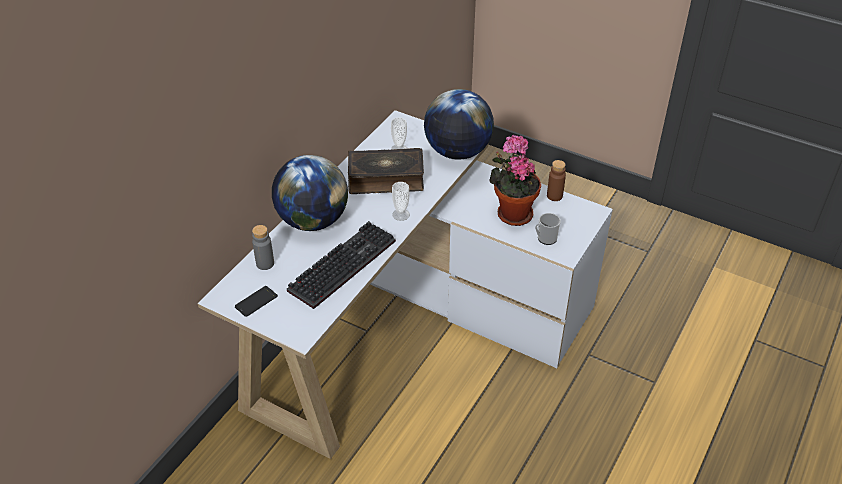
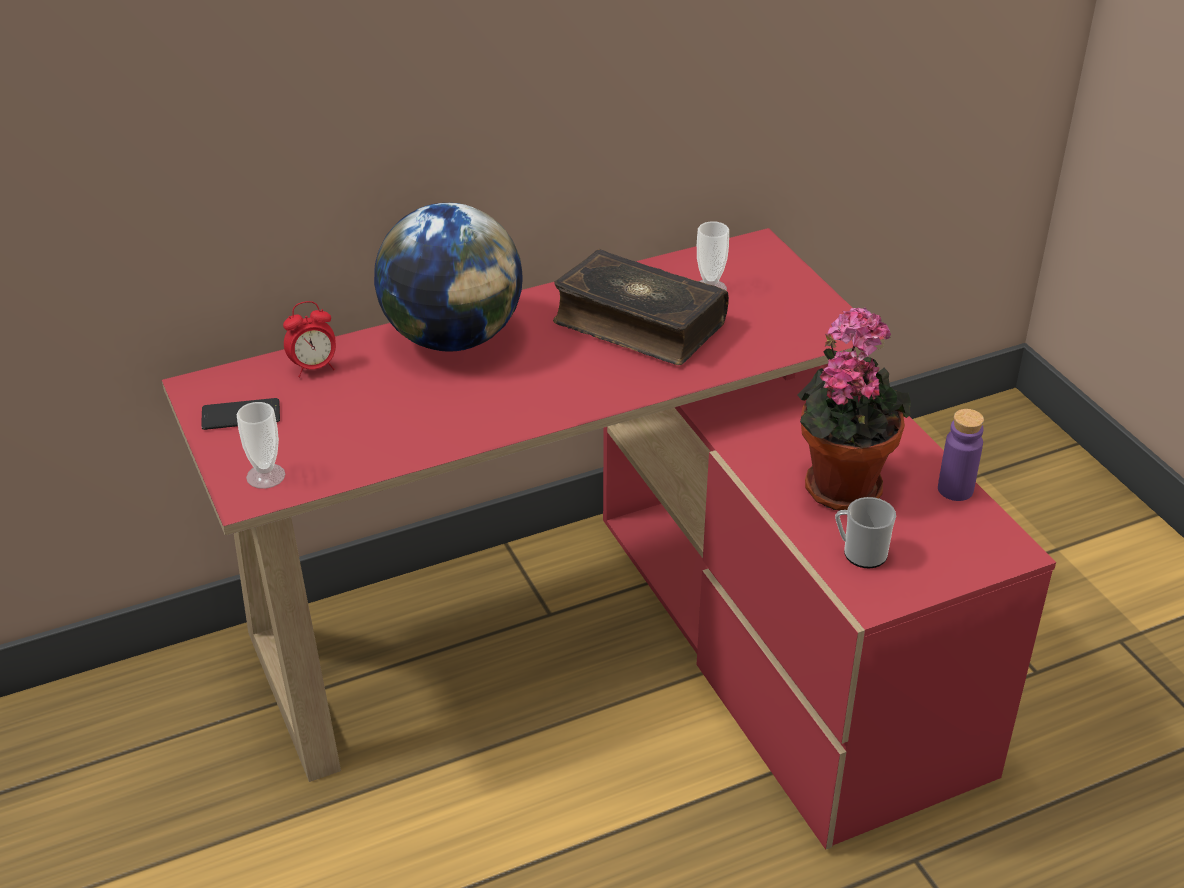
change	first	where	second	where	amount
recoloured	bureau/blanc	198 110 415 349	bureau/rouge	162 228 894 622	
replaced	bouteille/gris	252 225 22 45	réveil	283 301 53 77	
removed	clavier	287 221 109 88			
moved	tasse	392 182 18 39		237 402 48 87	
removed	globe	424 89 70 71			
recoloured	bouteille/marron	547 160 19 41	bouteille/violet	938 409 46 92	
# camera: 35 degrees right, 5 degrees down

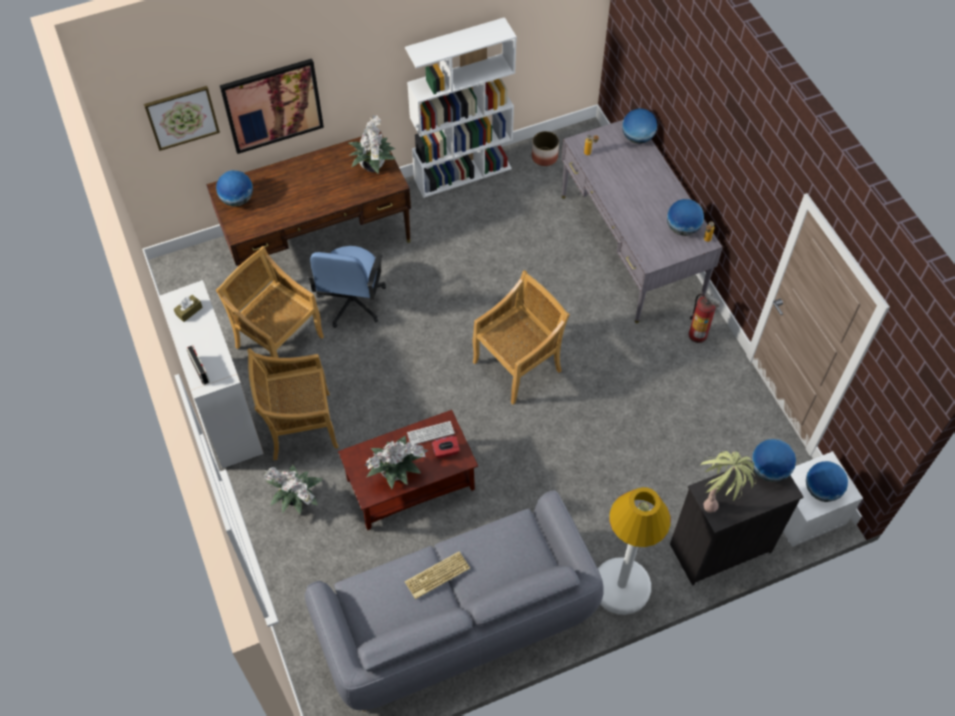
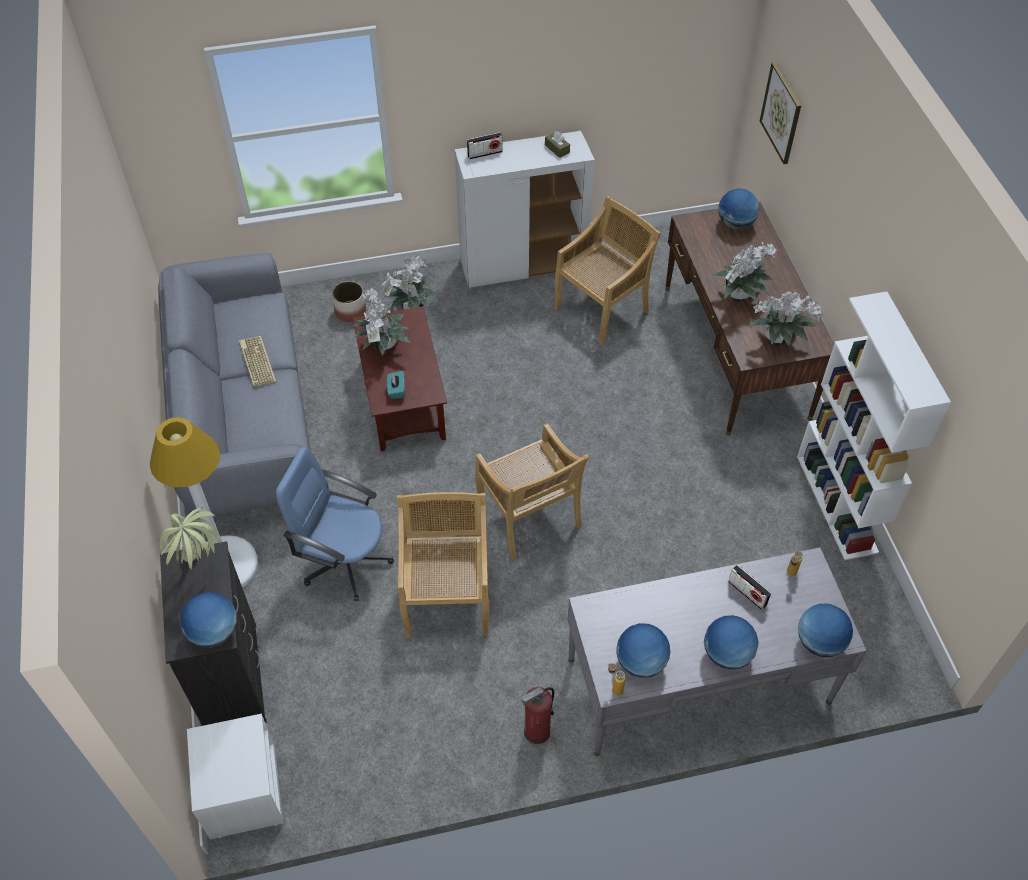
change	first	where	second	where	amount
removed	tableau	220 59 104 95			
moved	chaise/beige	247 348 91 112		397 492 92 146	
moved	chaise de bureau/bleu	307 246 79 82		276 447 118 154	
removed	clavier	407 421 48 23			
recoloured	boîte à mouchoirs/rouge	432 436 28 22	boîte à mouchoirs/turquoise	387 371 18 28	
moved	cache-pot	532 131 27 35		332 281 34 41	
moved	globe	806 461 42 41		704 615 54 55	
added			plante en pot	711 242 65 60	
added			radio	728 565 43 45	
# camera: 100 degrees right, 5 degrees down

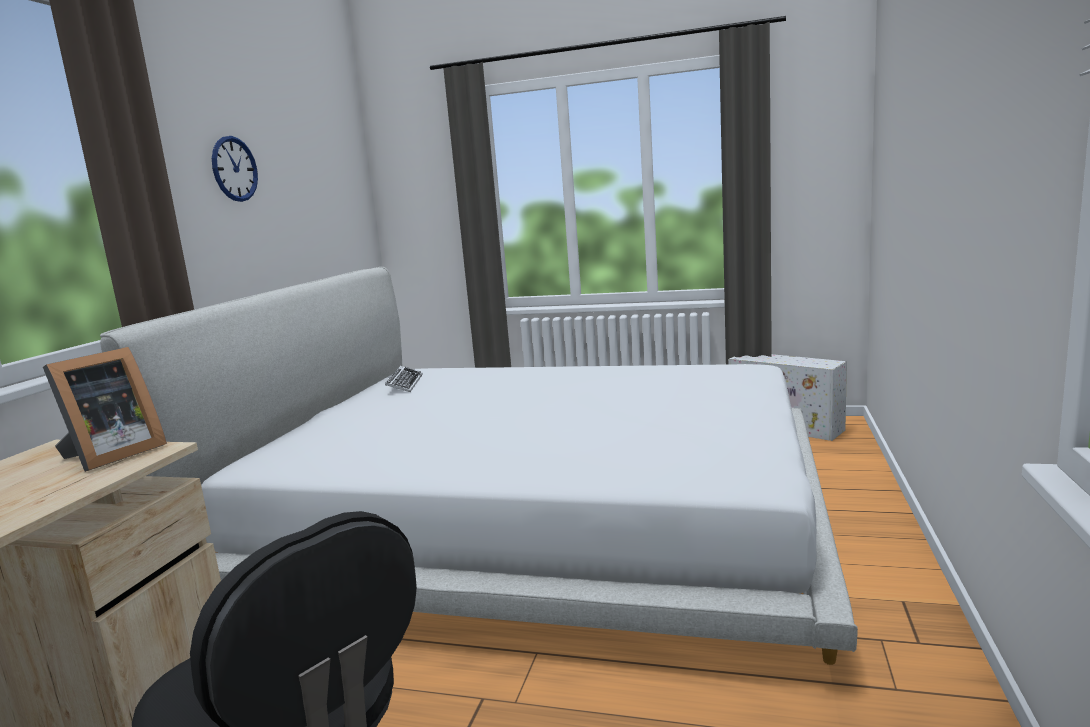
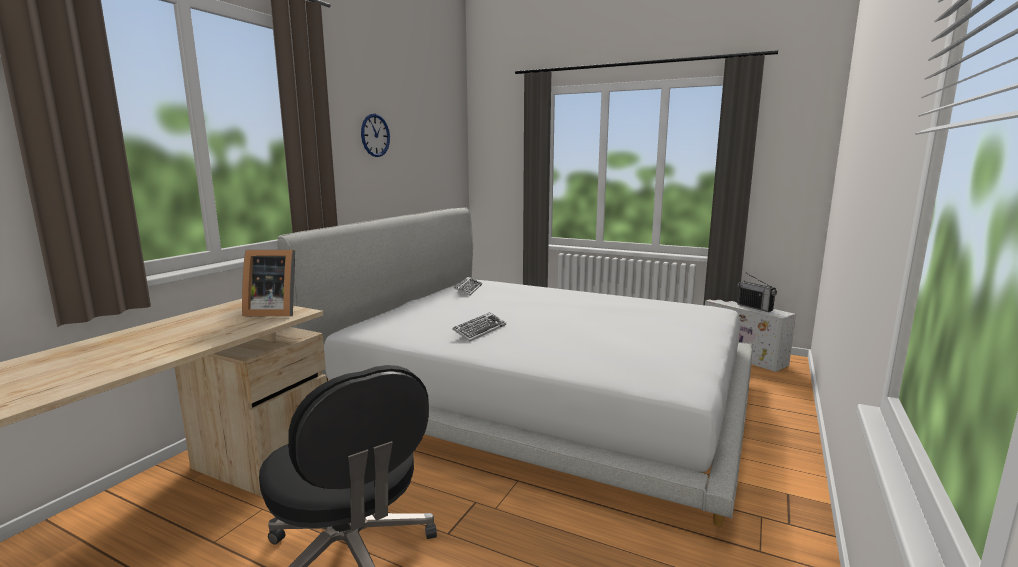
change	first	where	second	where	amount
turned	cadre photo	43 347 124 125		242 250 53 66	45 degrees clockwise
added			clavier	453 312 53 29	
added			radio	737 273 40 39	
# camera: 10 degrees right, 0 degrees up

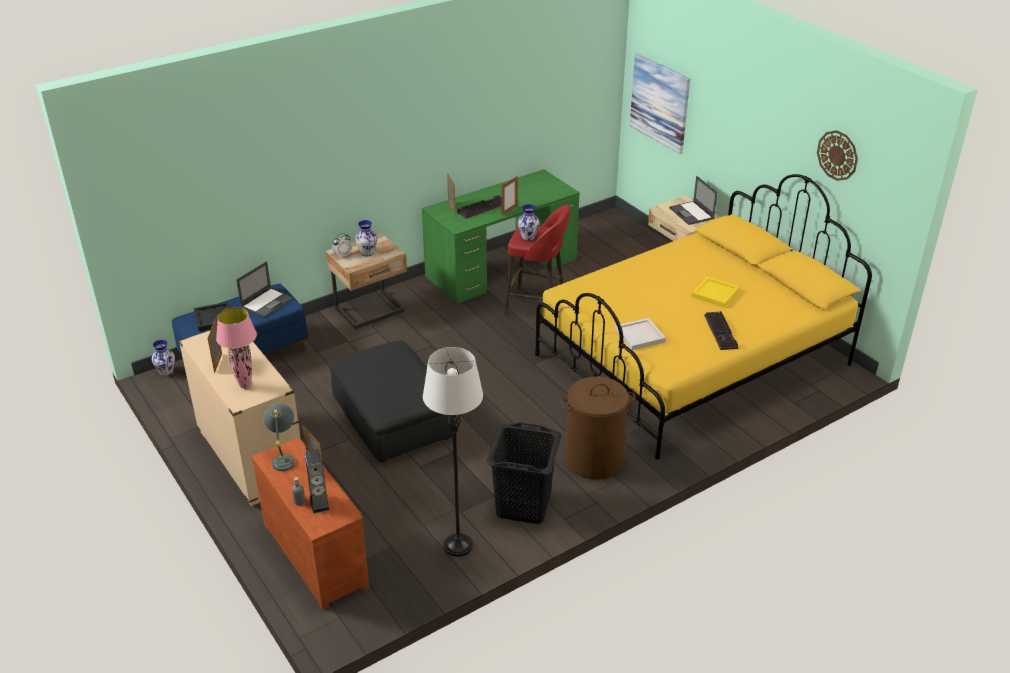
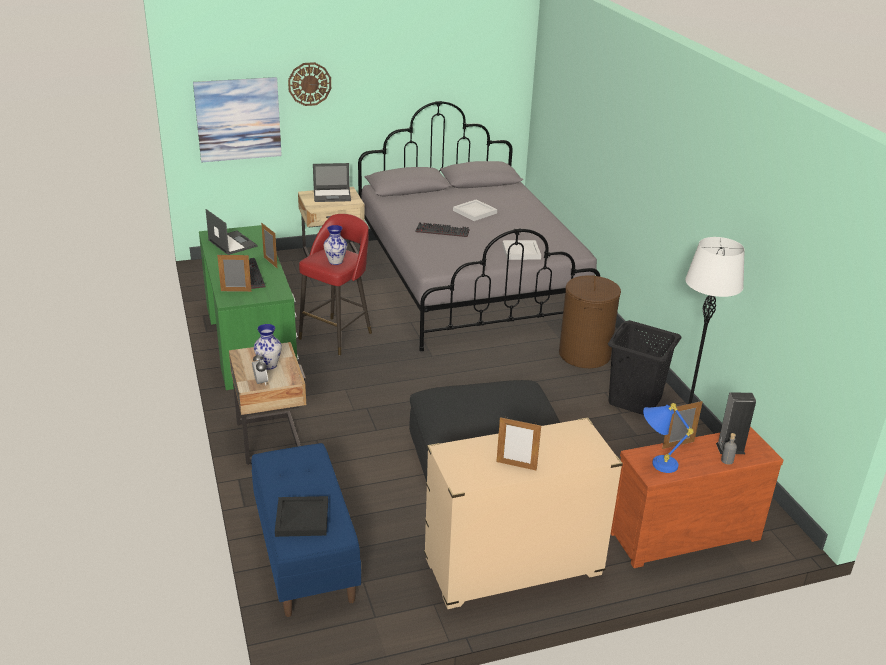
change	first	where	second	where	amount
removed	vase	152 340 23 36			
removed	lampe de table/rose	216 307 41 82			
moved	ordinateur portable	236 261 57 57		206 209 52 46	
recoloured	lampe de table/gris	263 403 32 68	lampe de table/bleu	643 403 51 70	
recoloured	lit/jaune	535 174 337 286	lit/gris	358 101 242 250	
recoloured	plateau/jaune	692 277 47 31	plateau/blanc	453 199 44 22	
moved	clavier	704 311 35 39		416 222 54 15	
moved	horloge murale	817 130 41 51		288 62 43 44	
# camera: 75 degrees left, 5 degrees down

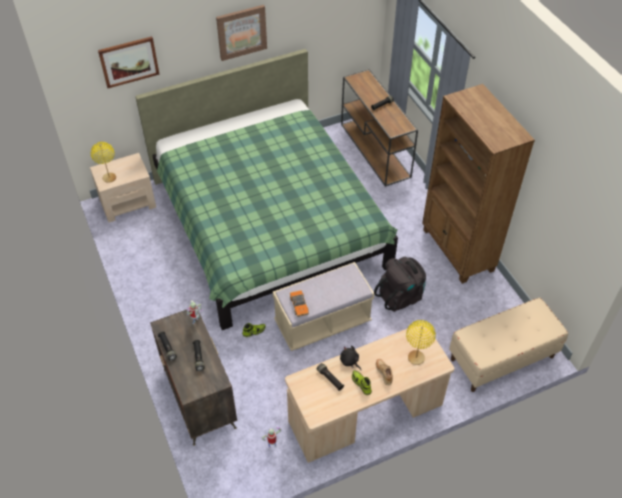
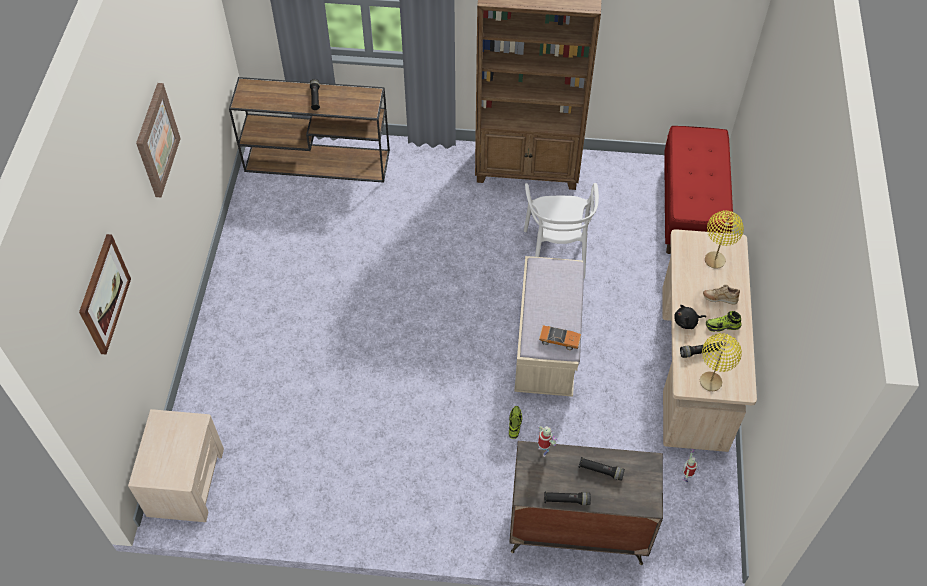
change	first	where	second	where	amount
moved	lampe de table/jaune	91 142 25 41		700 333 42 58	
removed	lit/vert	135 49 263 281			
replaced	sac à dos/noir	374 256 52 56	chaise/blanc	524 183 75 96	
recoloured	banc/beige	449 298 119 94	banc/rouge	664 126 69 128	
# camera: 60 degrees left, 5 degrees up

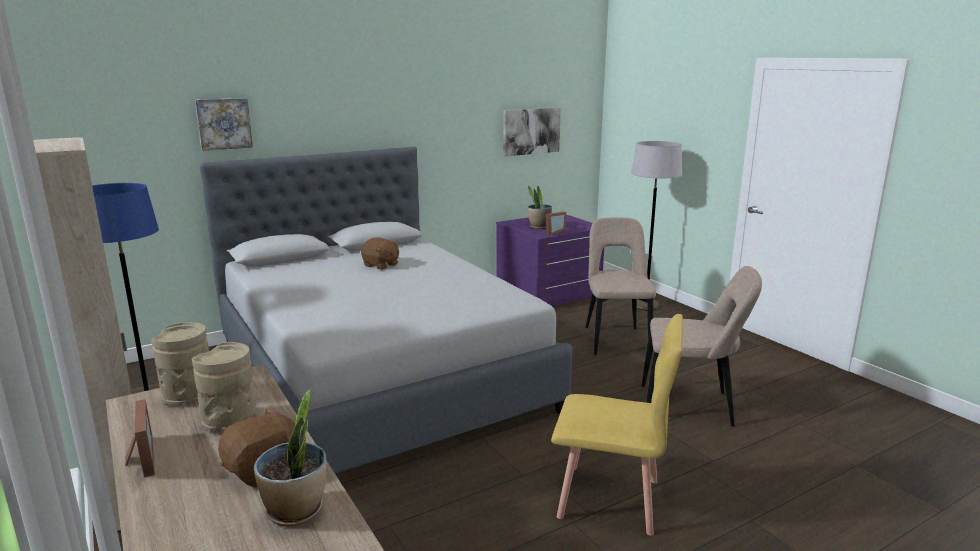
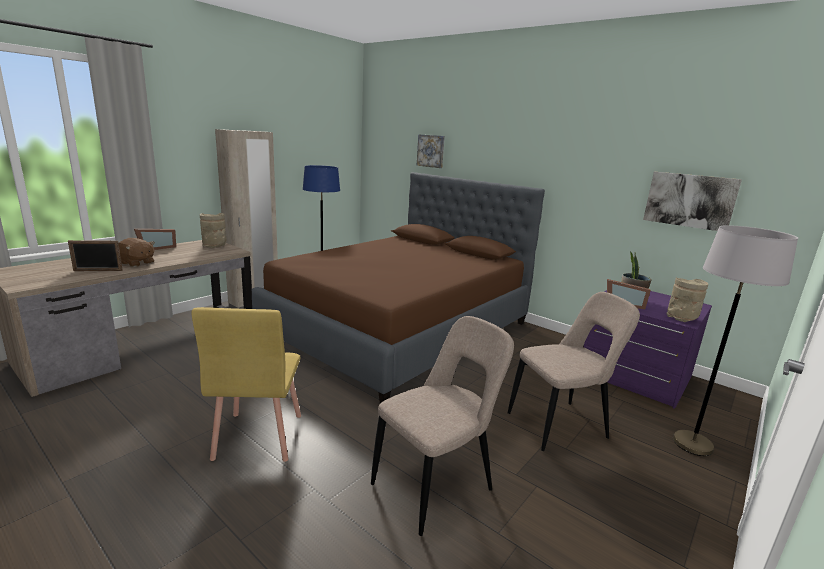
change	first	where	second	where	amount
moved	vase/beige	192 342 64 90		667 277 41 45	
recoloured	lit/gris	200 147 373 327	lit/marron	252 172 293 231	
replaced	plante en pot	254 389 72 137	cadre photo	68 240 55 31	
removed	peluche/marron	361 238 38 32			
turned	chaise/beige	642 266 120 161		371 316 143 220	120 degrees counterclockwise
# camera: 70 degrees right, 0 degrees up

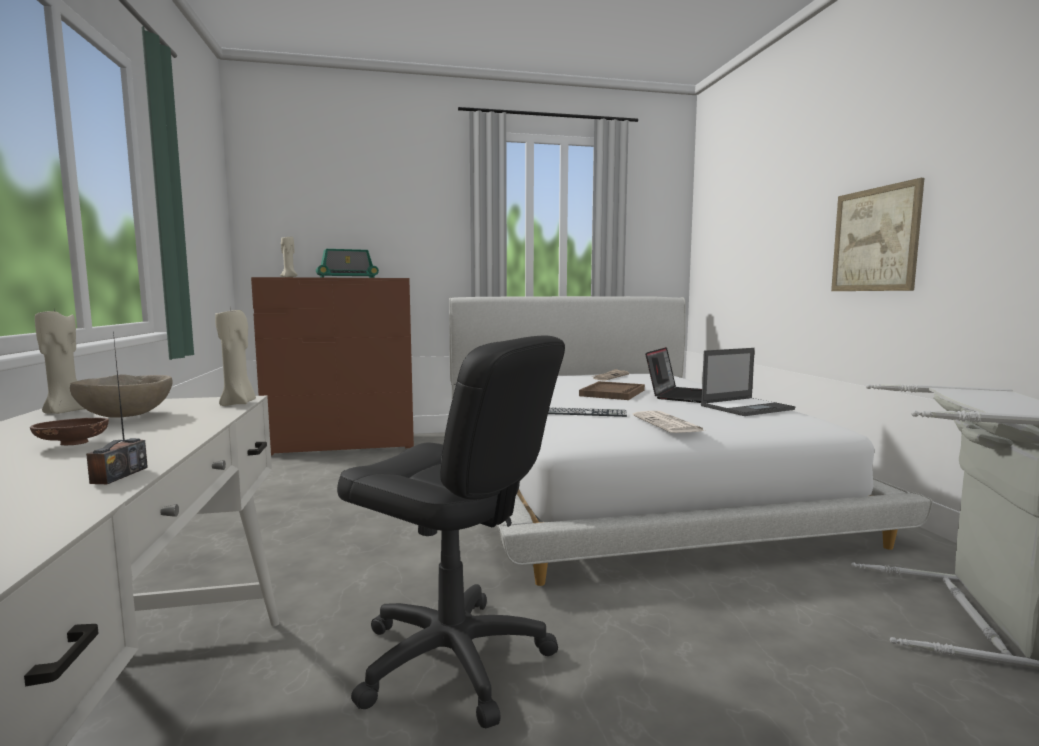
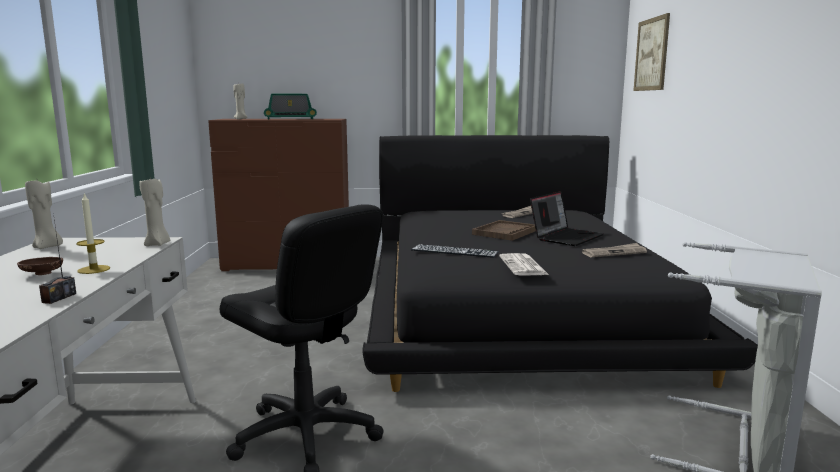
change	first	where	second	where	amount
removed	bol/beige	70 374 103 44			
recoloured	lit/blanc	449 296 484 290	lit/noir	362 135 396 257	
replaced	ordinateur portable	701 348 94 68	journal	582 243 65 14	
moved	tableau	831 178 93 113		633 13 37 78	
added			bougie	76 193 34 81	
# camera: 10 degrees right, 5 degrees up

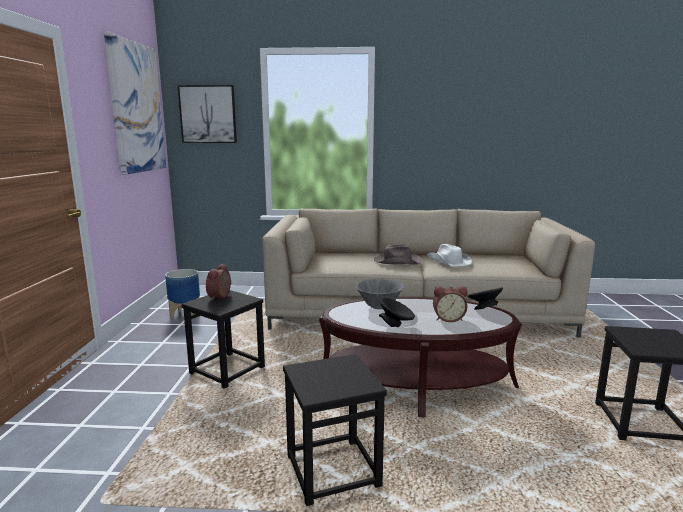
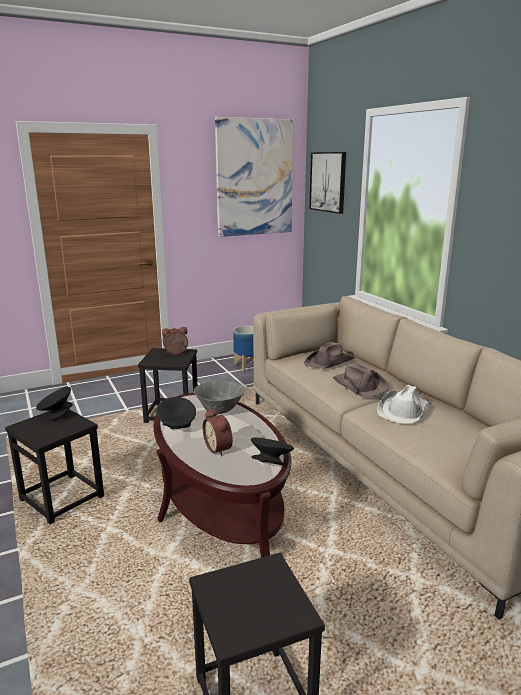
change	first	where	second	where	amount
added			bol/noir	36 387 37 33	
added			chapeau/marron	304 342 51 27	
# camera: 60 degrees right, 5 degrees up

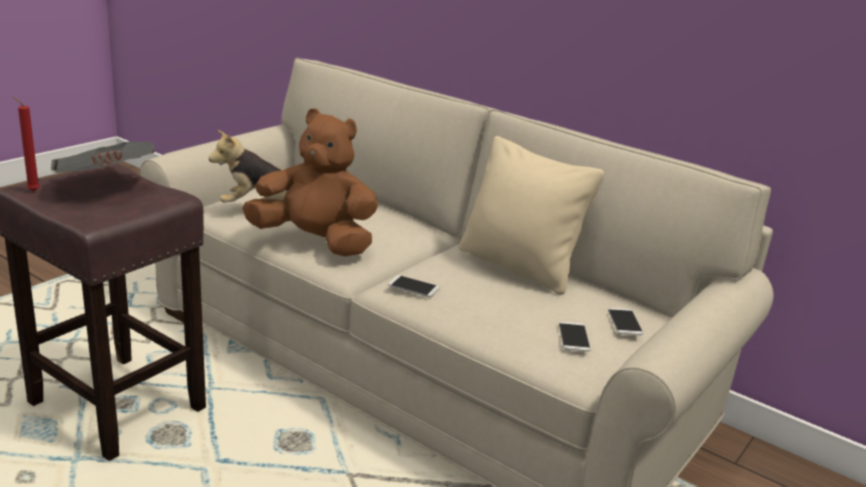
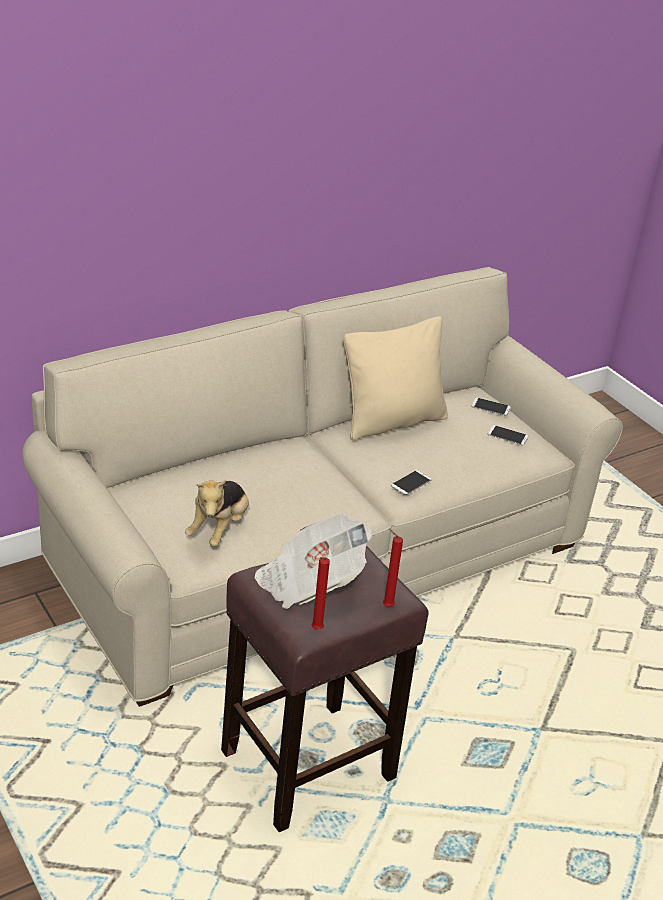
change	first	where	second	where	amount
removed	peluche/marron	242 108 136 149			
added			bougie/rouge	383 529 20 78	
# camera: 70 degrees left, 10 degrees up

